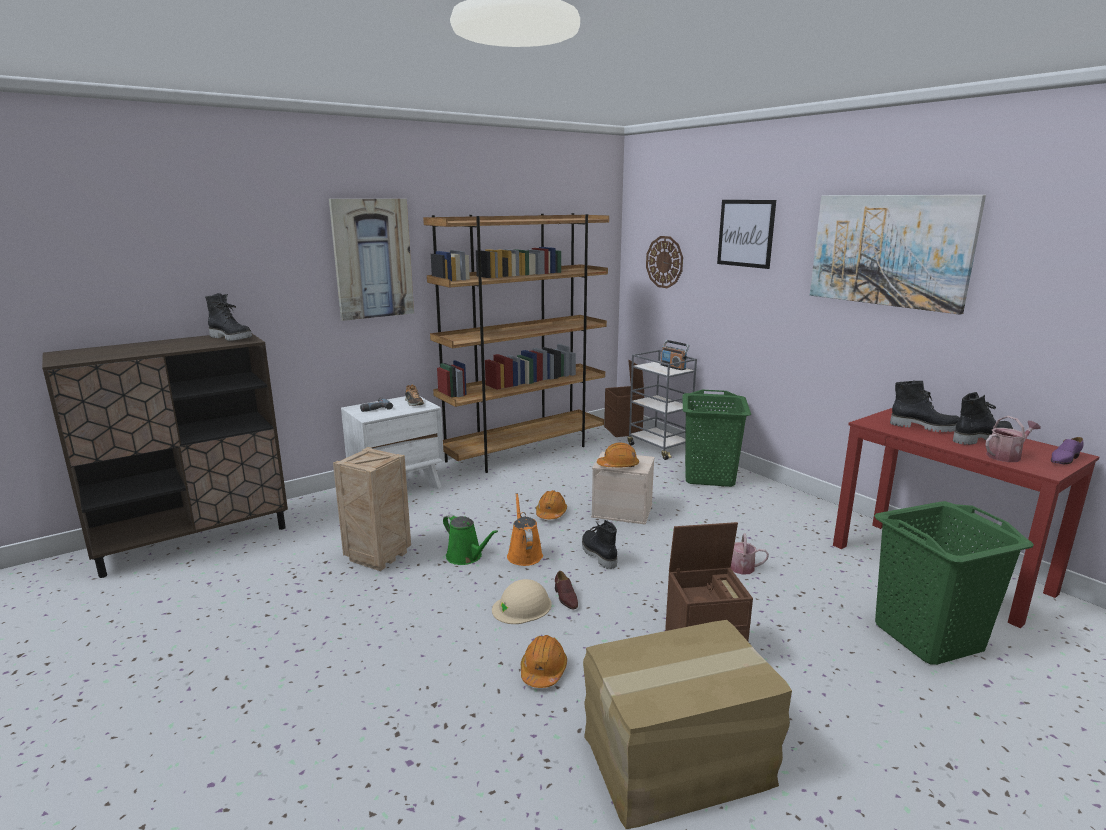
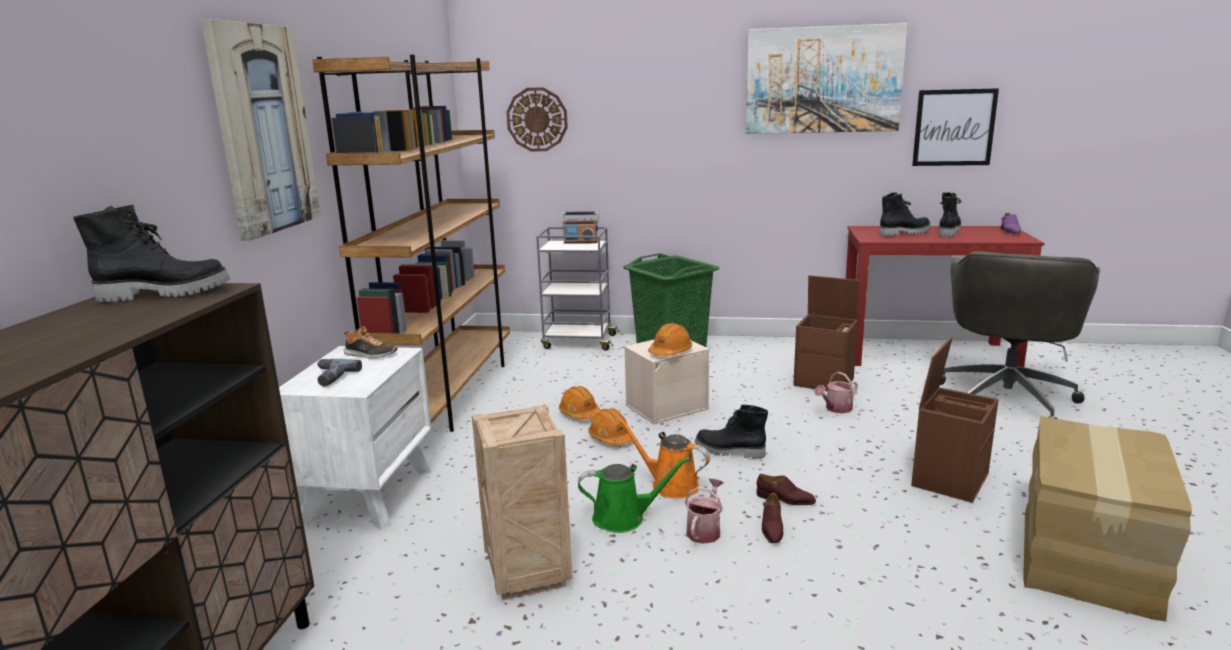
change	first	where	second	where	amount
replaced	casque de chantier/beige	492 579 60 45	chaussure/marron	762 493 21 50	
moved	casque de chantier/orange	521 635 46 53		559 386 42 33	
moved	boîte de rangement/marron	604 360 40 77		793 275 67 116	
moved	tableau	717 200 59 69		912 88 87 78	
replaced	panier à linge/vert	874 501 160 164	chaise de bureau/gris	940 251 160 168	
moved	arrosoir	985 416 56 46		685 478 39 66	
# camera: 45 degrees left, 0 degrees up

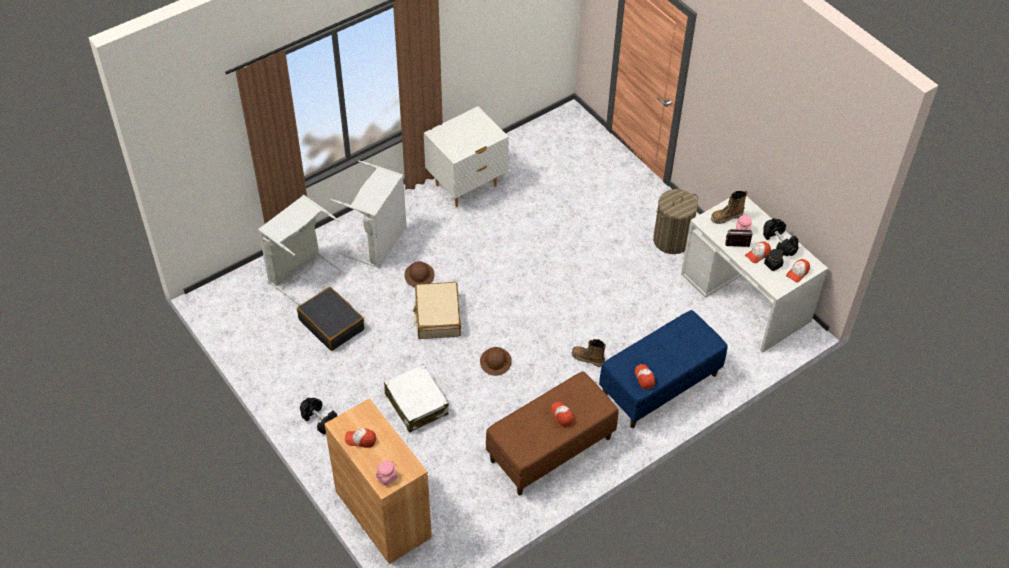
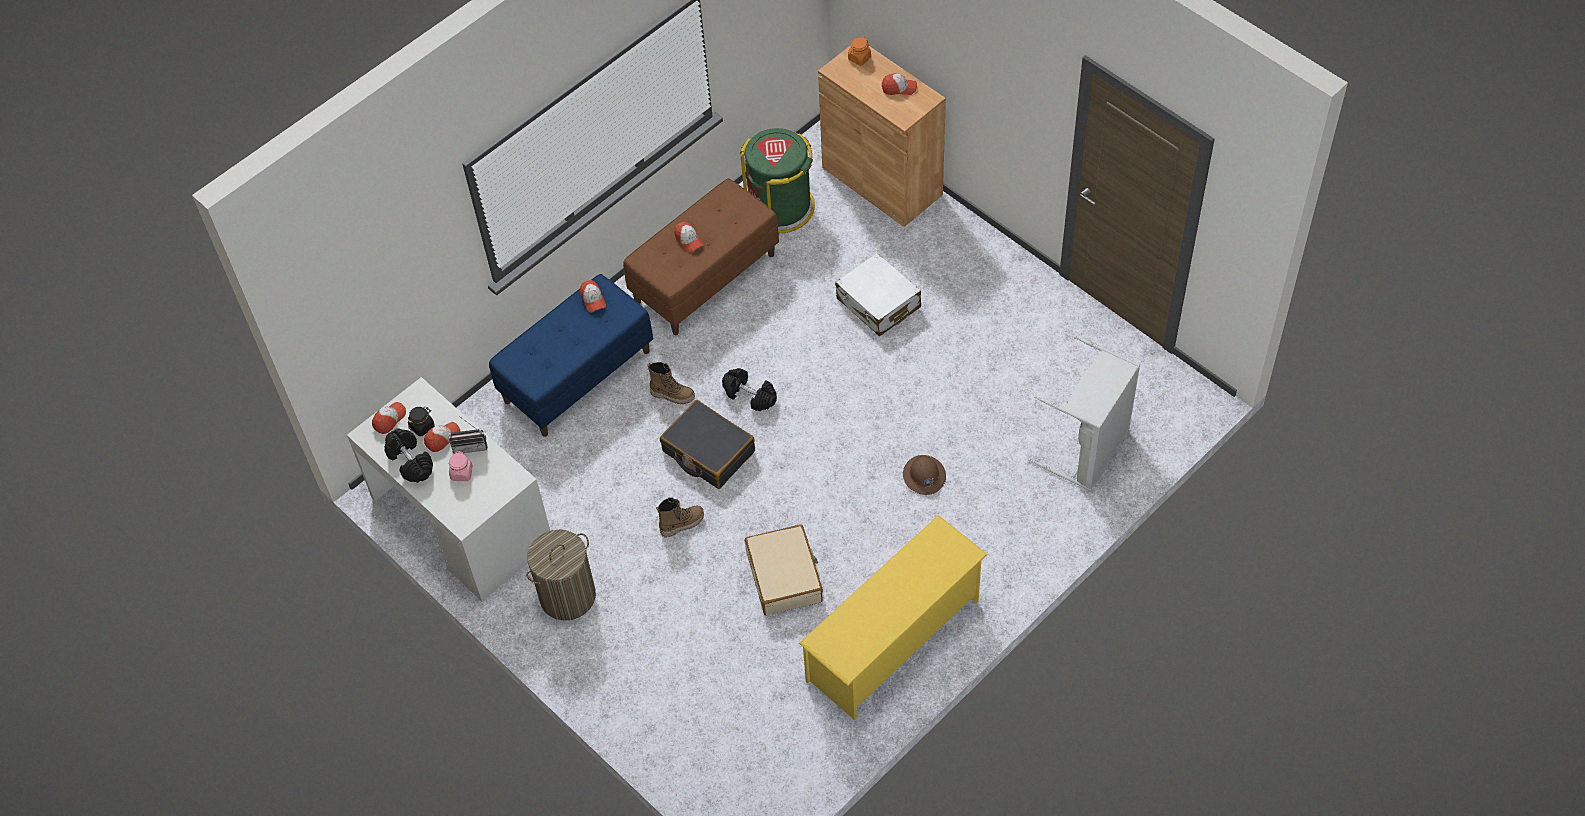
change	first	where	second	where	amount
moved	valise/noir	297 287 67 64		660 400 95 89	
moved	haltère/noir	300 398 37 36		722 368 55 43	
removed	panier à linge/gris	330 160 77 109			
recoloured	bocal/rose	376 461 22 25	bocal/orange	848 37 23 29	
moved	valise/beige	413 282 48 57		745 524 78 92	
replaced	table de chevet/blanc	424 106 85 101	étagère à chaussures/jaune	799 515 189 205	
removed	casque de chantier/marron	480 347 32 29			
moved	botte	711 191 37 33		656 497 48 40	
added			poubelle/vert	740 128 75 105	
# camera: 175 degrees right, 5 degrees up

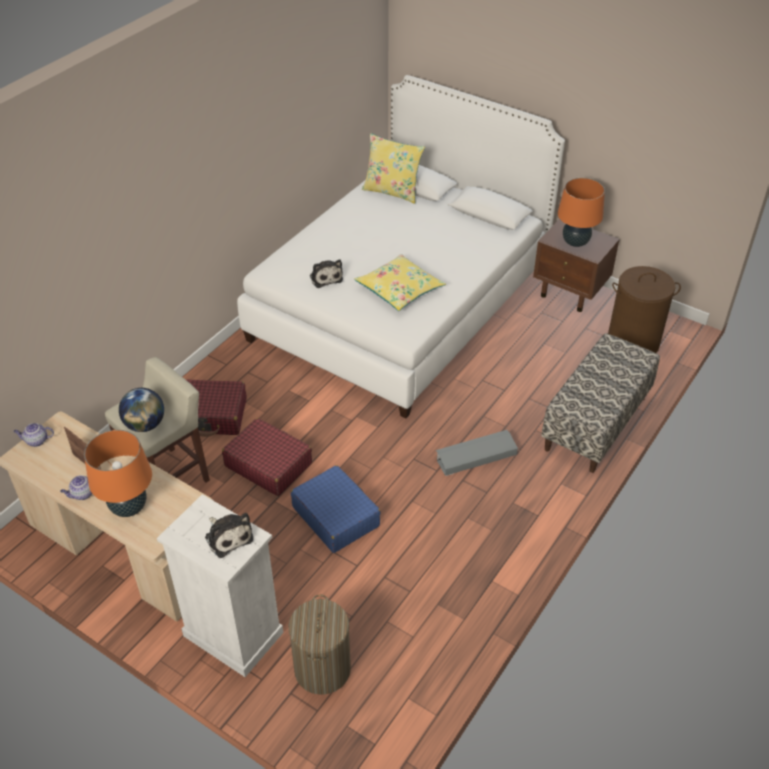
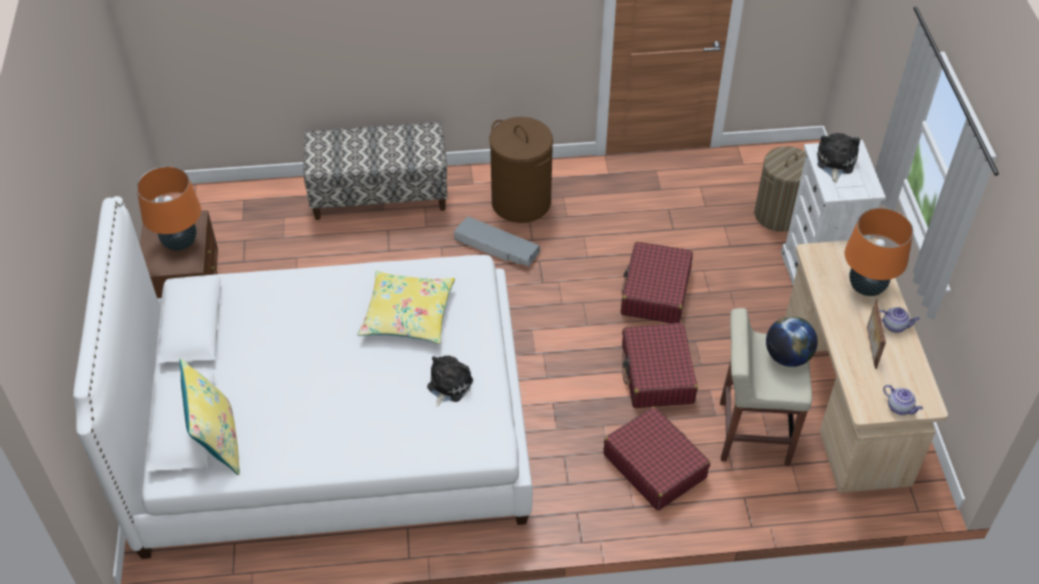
change	first	where	second	where	amount
recoloured	valise/bleu	291 465 90 88	valise/rouge	621 242 72 81	
moved	panier à linge/marron	608 266 73 87		489 117 64 106	
# camera: 130 degrees left, 5 degrees up

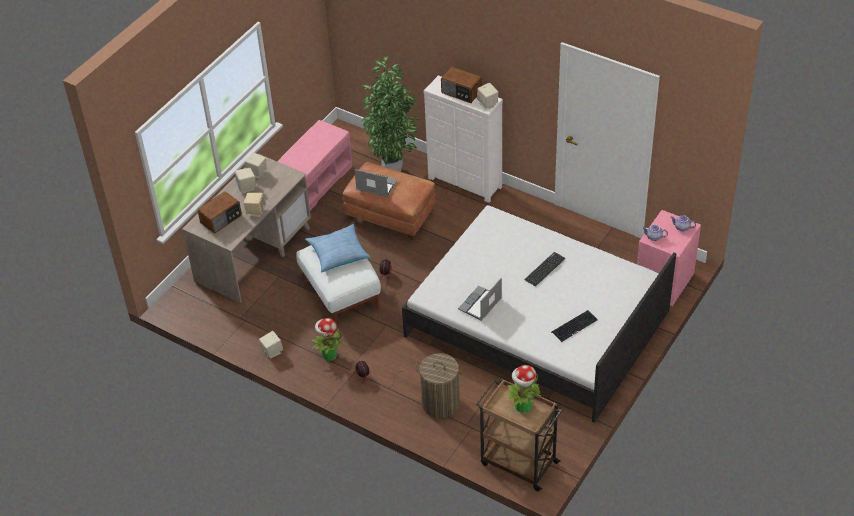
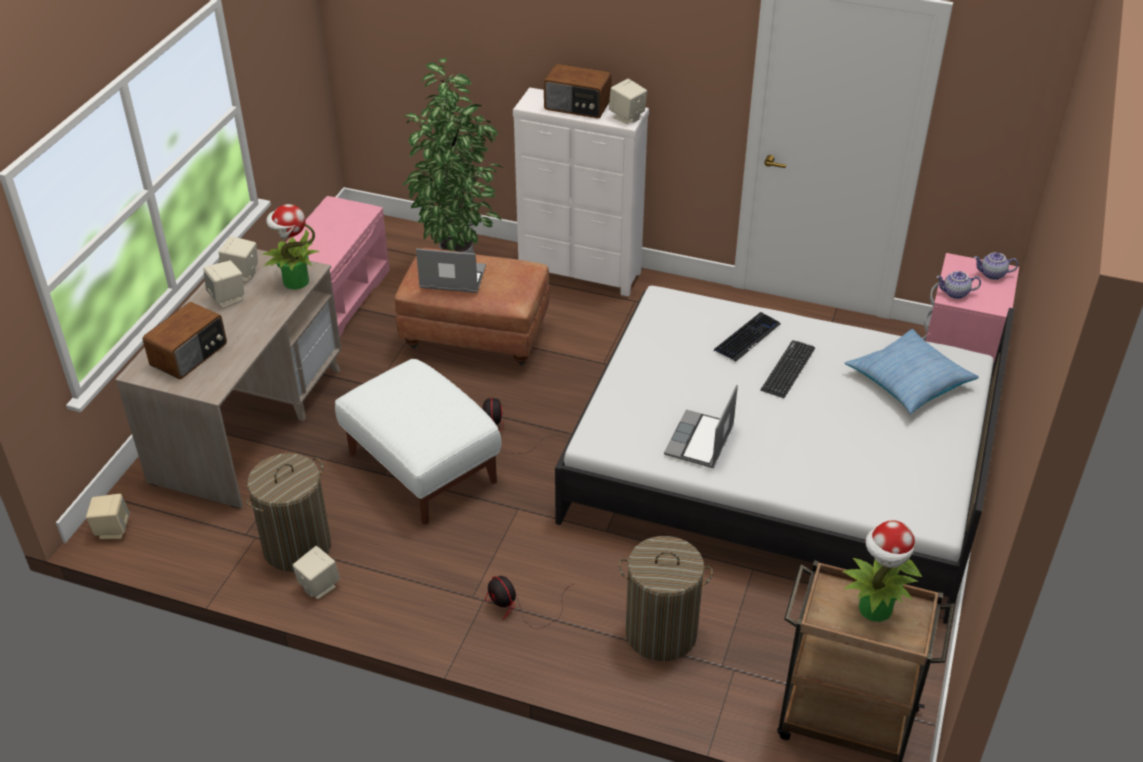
change	first	where	second	where	amount
moved	enceinte/beige	244 193 22 24		86 494 44 45	
moved	coussin	305 224 66 48		845 329 134 85	
moved	plante en pot	311 318 32 43		262 204 58 86	
moved	clavier	551 310 47 32		714 312 67 50	
added			panier à linge	246 453 85 119	
# camera: 15 degrees left, 5 degrees down

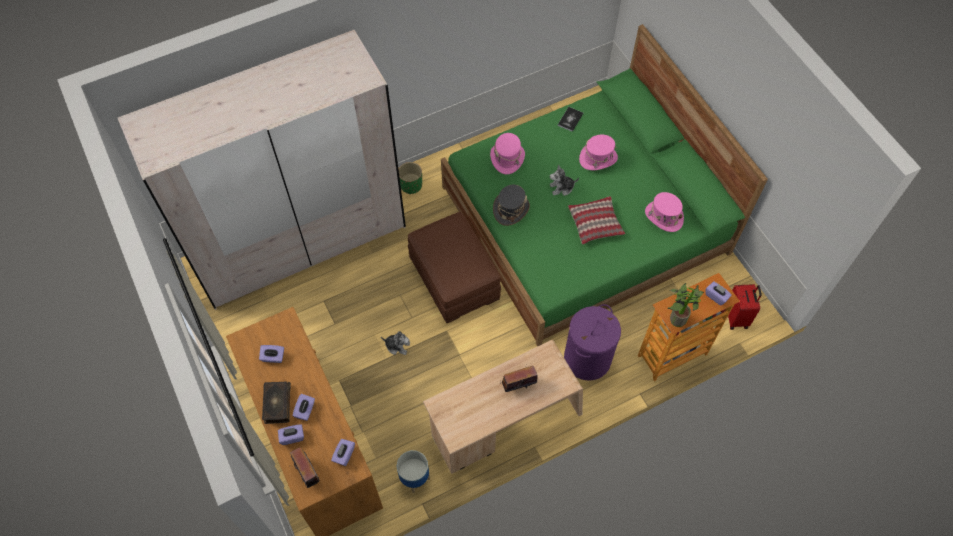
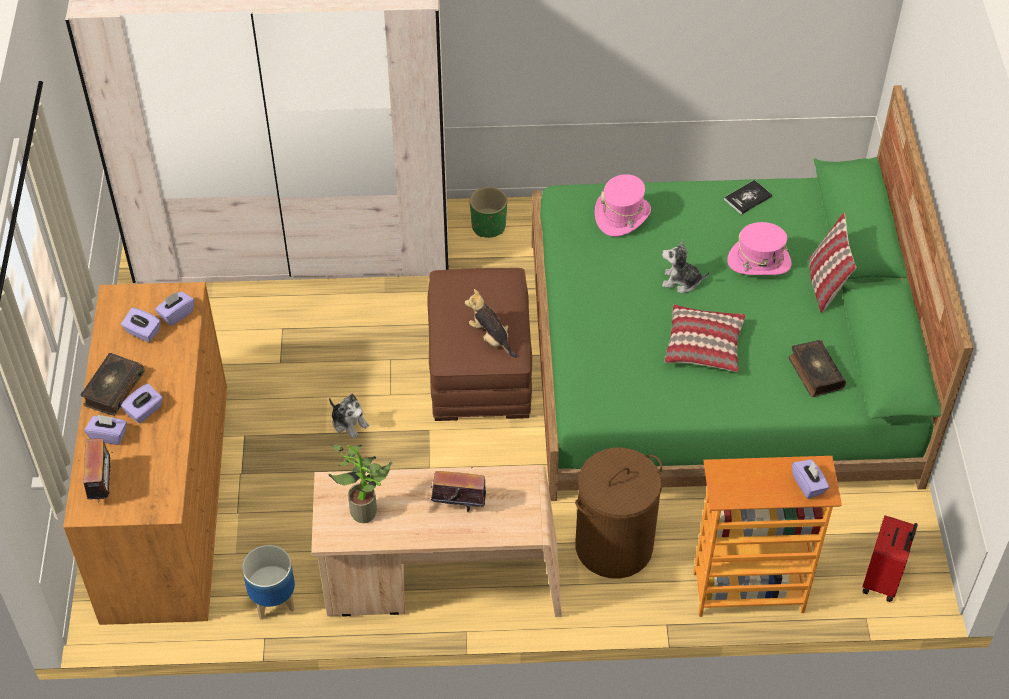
change	first	where	second	where	amount
moved	boîte à mouchoirs/violet	331 439 24 27		155 291 39 35	
removed	chapeau/gris	493 185 37 41			
recoloured	panier à linge/violet	564 304 57 77	panier à linge/marron	575 447 87 131	
replaced	chapeau/rose	645 192 39 40	livre	788 340 58 57	
moved	plante en pot	668 283 36 44		328 444 64 79	
added			peluche	465 289 53 69	
added			coussin	809 213 47 100	
# camera: 25 degrees right, 10 degrees down

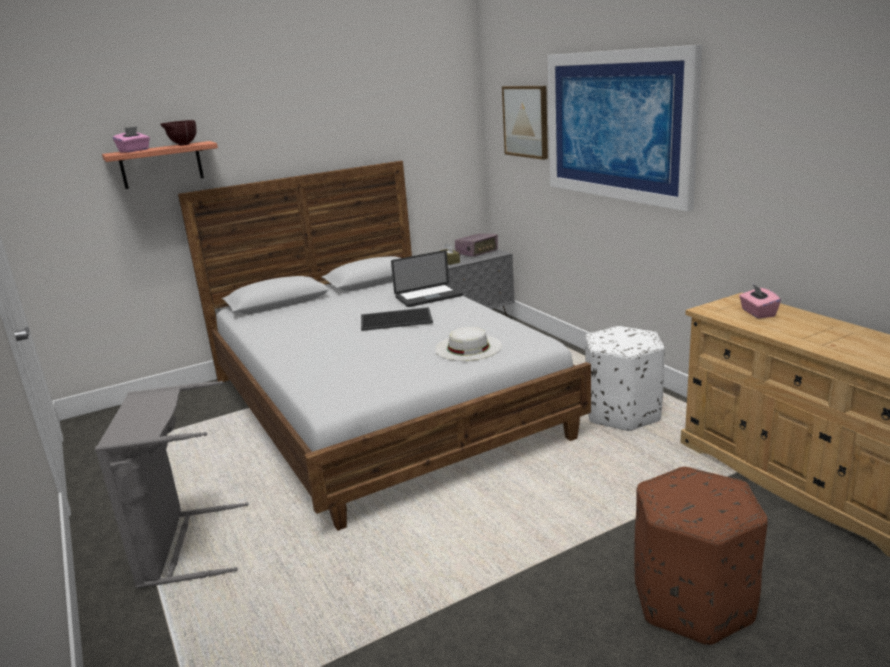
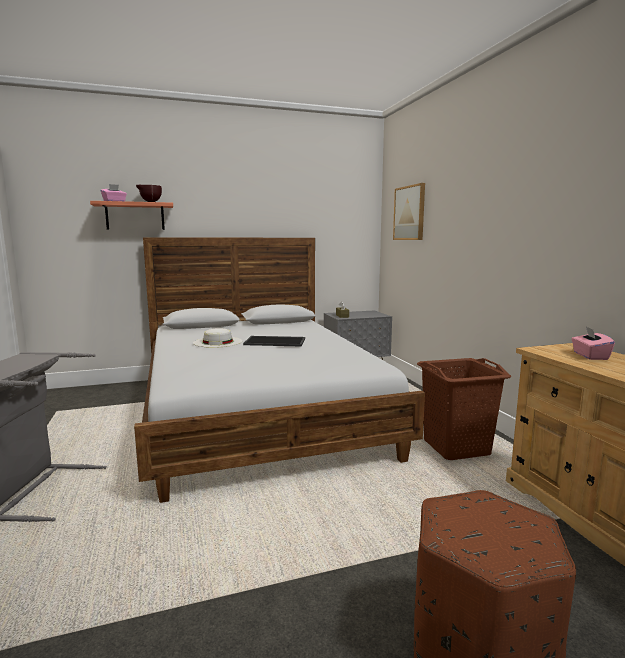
change	first	where	second	where	amount
removed	ordinateur portable	391 250 72 57			
moved	chapeau/blanc	435 327 67 34		193 328 49 20	
removed	radio	455 233 43 24			
removed	tableau	548 45 154 167			
replaced	pouf/blanc	585 326 80 105	panier à linge/marron	417 358 94 102	
# camera: 10 degrees right, 10 degrees down

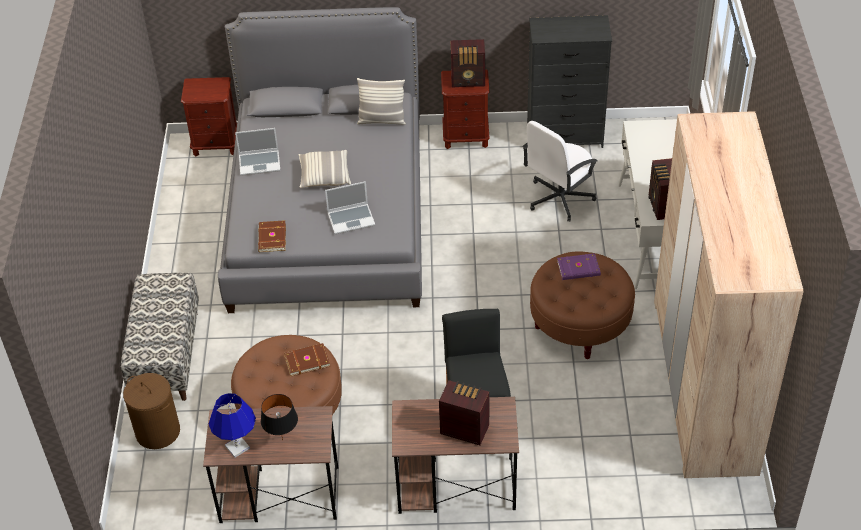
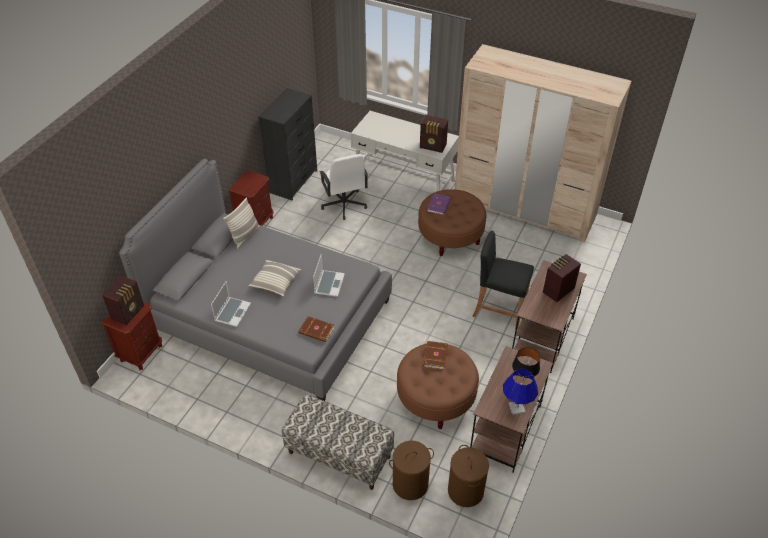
change	first	where	second	where	amount
moved	radio	450 39 35 49		102 276 42 49	
added			panier à linge/marron	448 445 41 62	
# camera: 65 degrees left, 0 degrees up

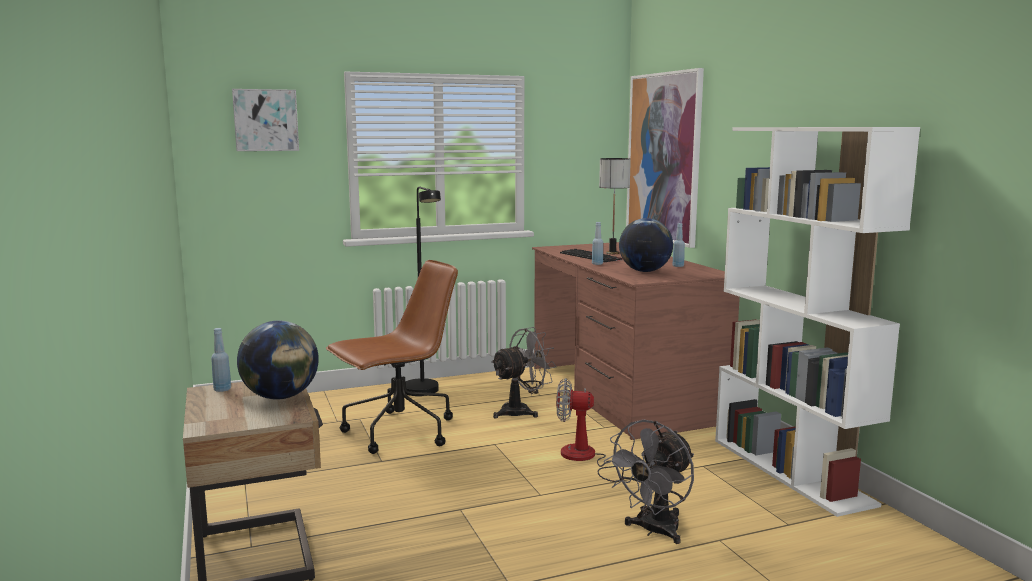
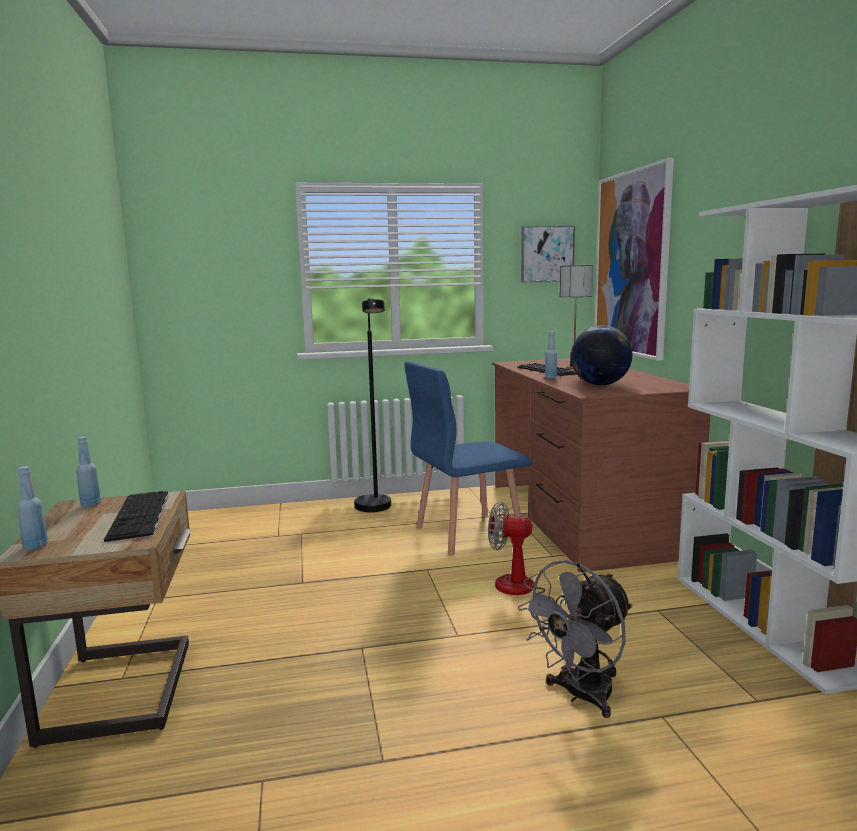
change	first	where	second	where	amount
moved	tableau	232 89 67 62		521 226 54 56	
replaced	globe	237 321 82 78	clavier	104 491 64 51	
removed	chaise de bureau/marron	326 260 132 194			
replaced	ventilateur/gris	491 327 66 91	chaise/bleu	404 362 128 193	
moved	bouteille/bleu	672 223 13 44		17 466 31 84	
# camera: 10 degrees right, 0 degrees up

